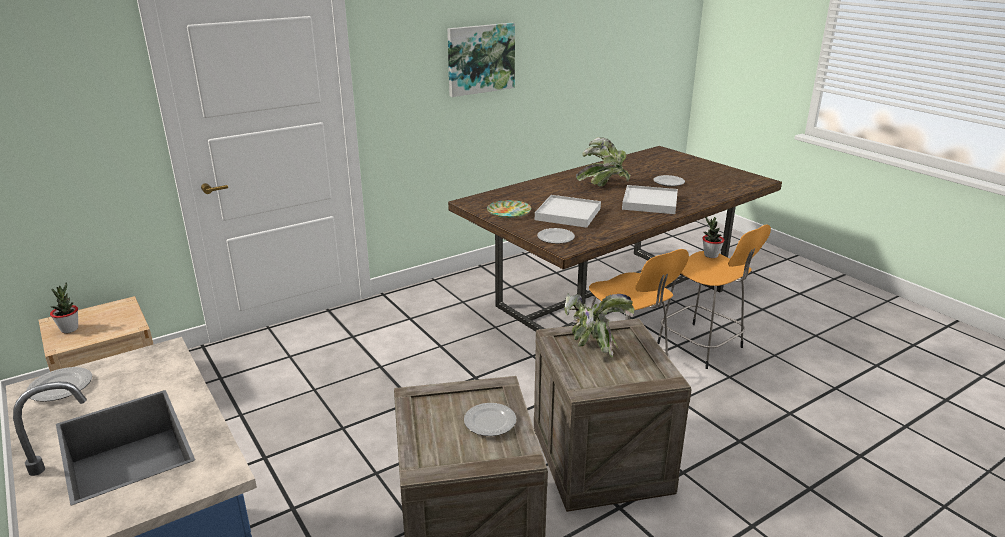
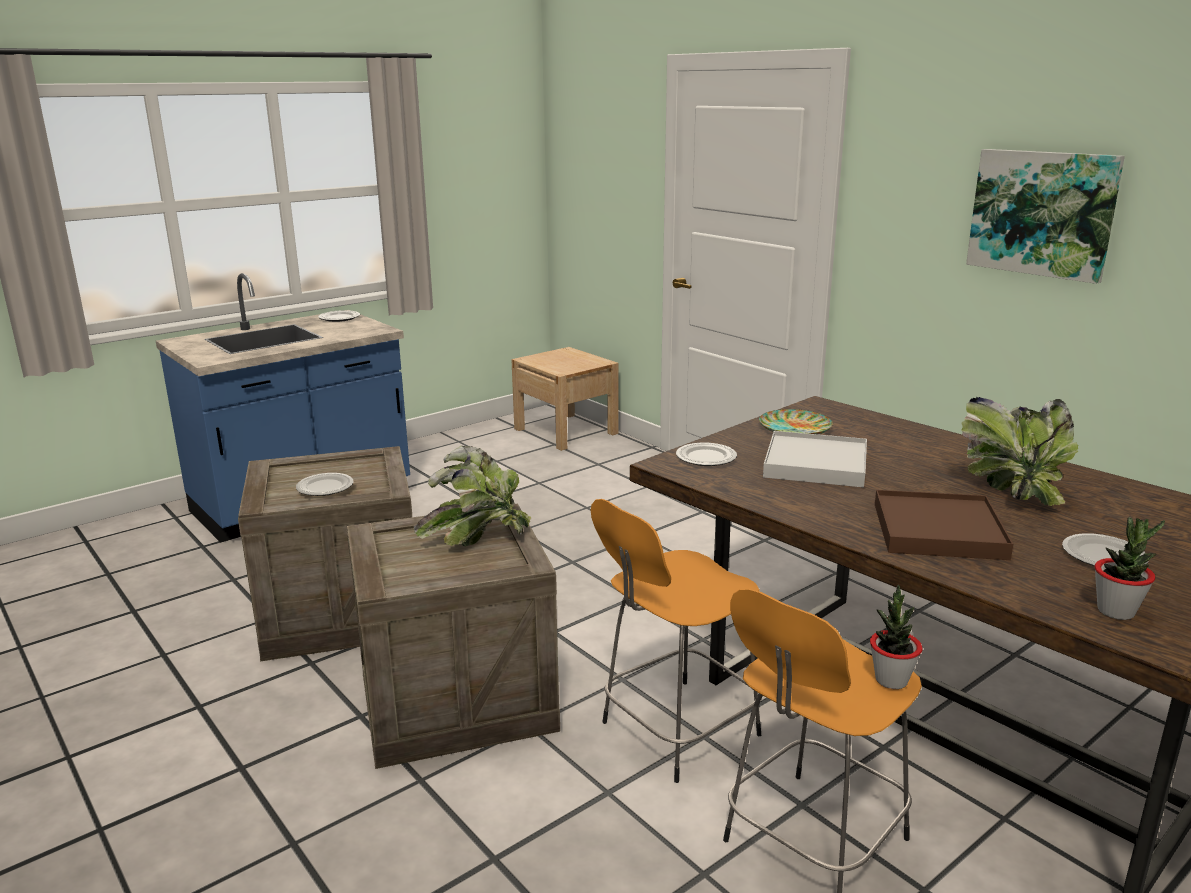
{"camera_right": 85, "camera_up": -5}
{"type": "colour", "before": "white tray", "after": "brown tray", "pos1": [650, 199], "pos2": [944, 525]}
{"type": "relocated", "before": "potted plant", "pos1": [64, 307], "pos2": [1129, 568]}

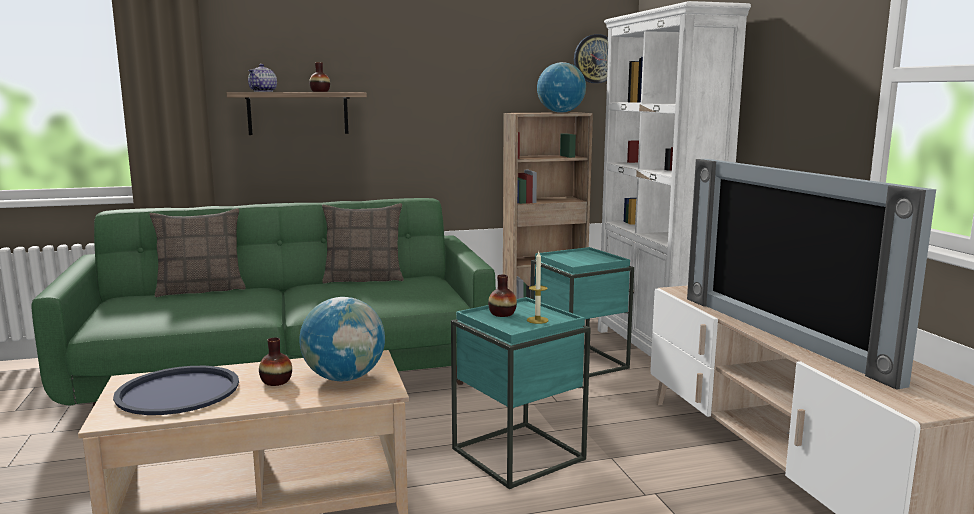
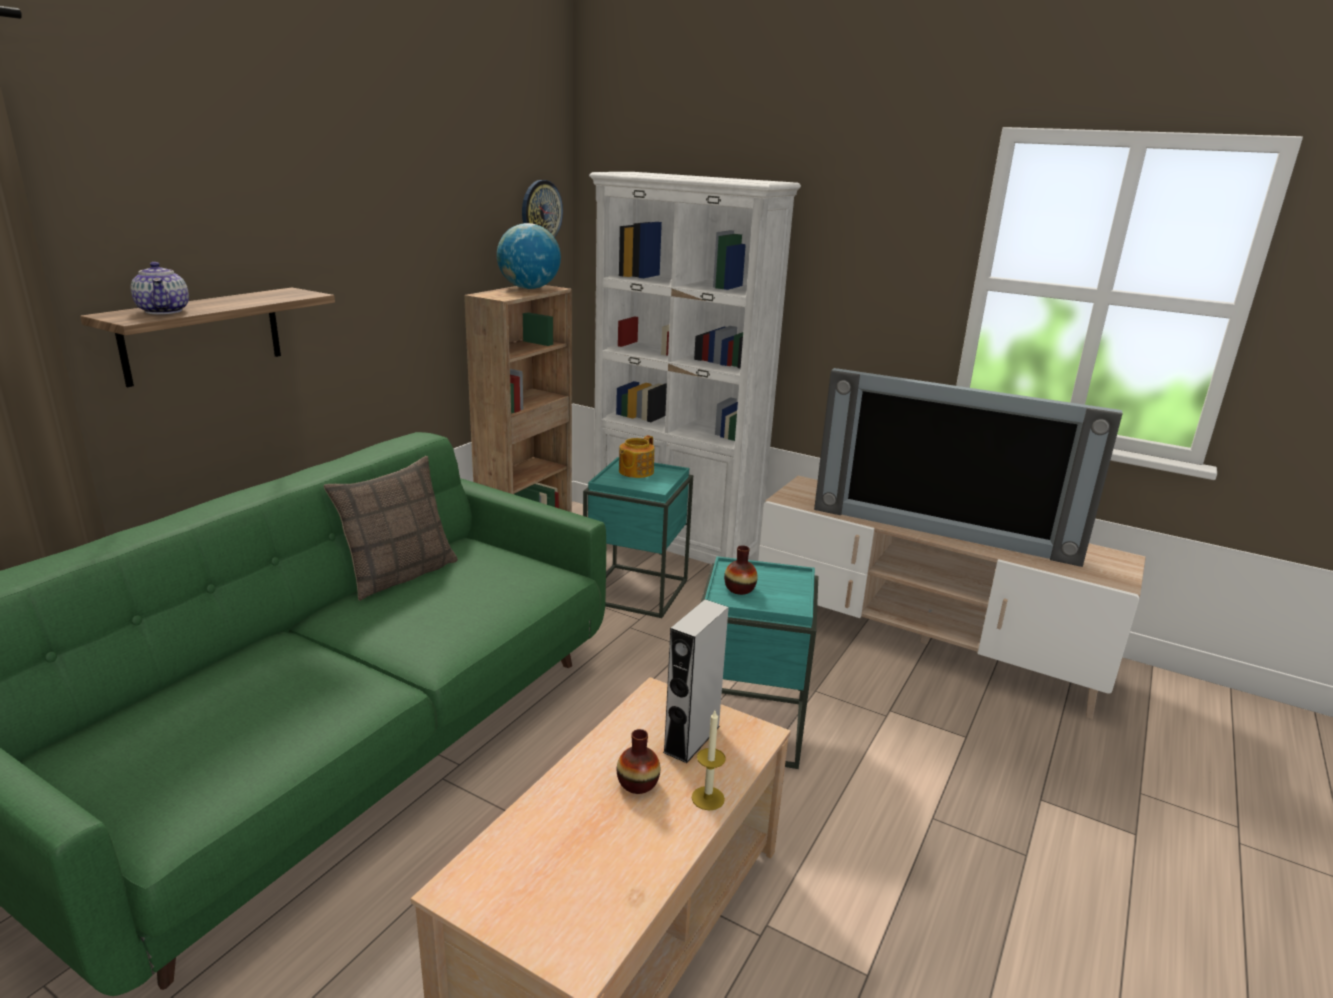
{"camera_right": -45, "camera_up": 10}
{"type": "appeared", "after": "teapot", "pos2": [636, 456]}
{"type": "exchanged", "before": "globe", "after": "grey speaker", "pos1": [342, 339], "pos2": [696, 681]}
{"type": "relocated", "before": "candle", "pos1": [538, 288], "pos2": [709, 760]}
{"type": "missing", "before": "blue tray", "pos1": [176, 390]}
{"type": "missing", "before": "pillow", "pos1": [197, 252]}
{"type": "missing", "before": "vase", "pos1": [319, 77]}

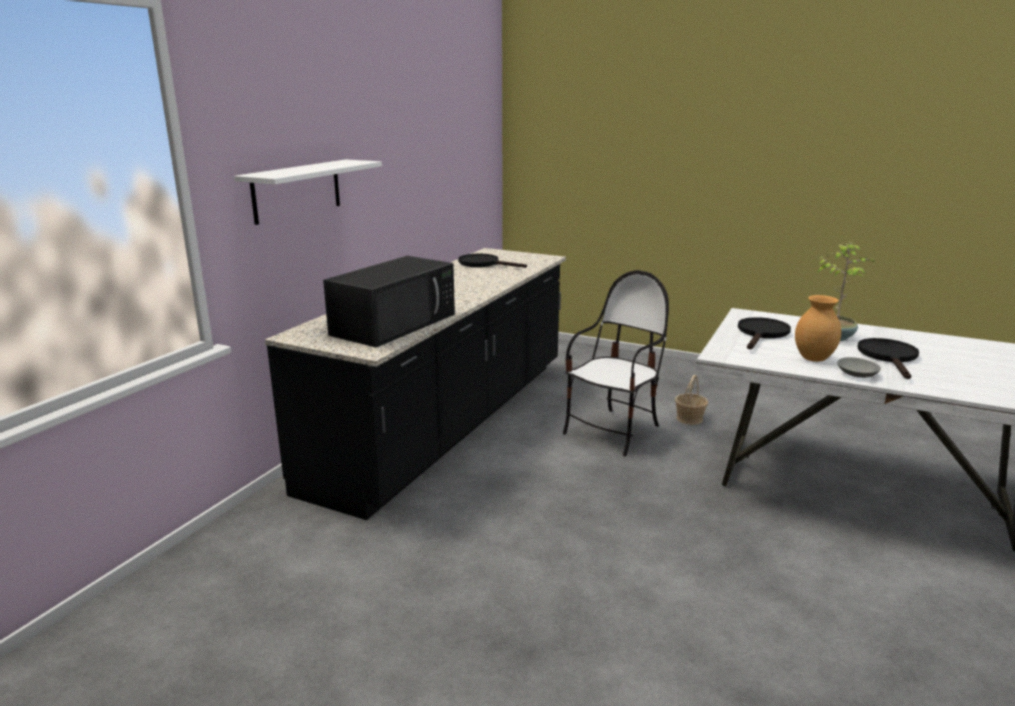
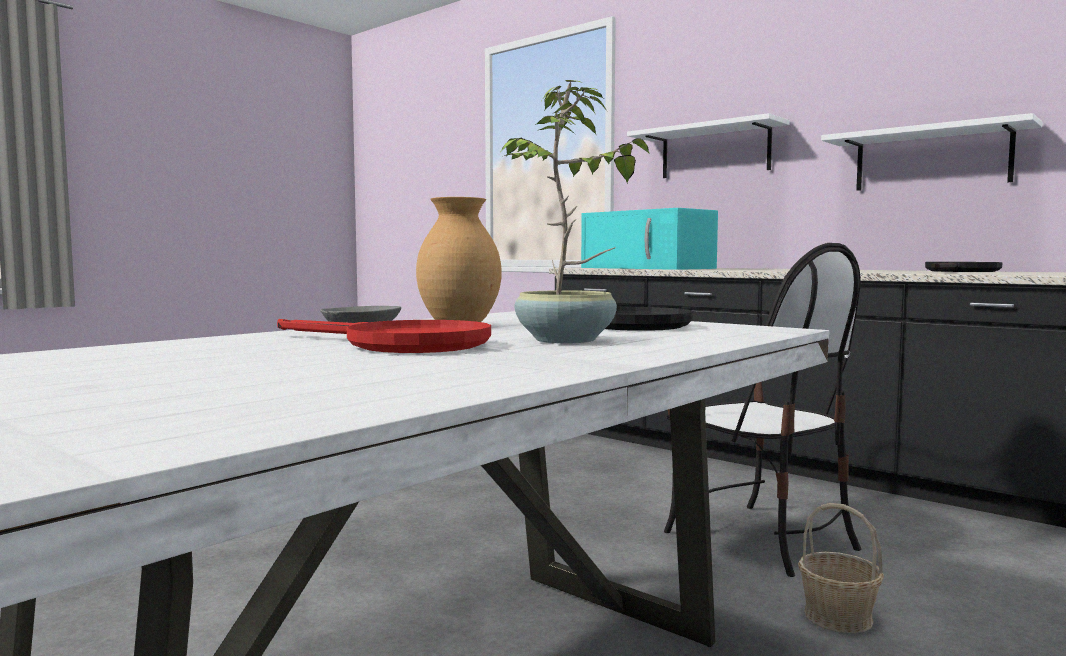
{"camera_right": 105, "camera_up": -15}
{"type": "colour", "before": "black frying pan", "after": "red frying pan", "pos1": [888, 358], "pos2": [384, 336]}
{"type": "colour", "before": "black microwave", "after": "turquoise microwave", "pos1": [389, 301], "pos2": [649, 239]}
{"type": "appeared", "after": "white shelf", "pos2": [932, 152]}

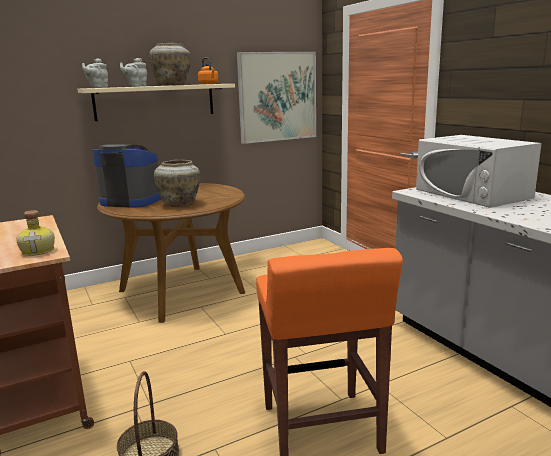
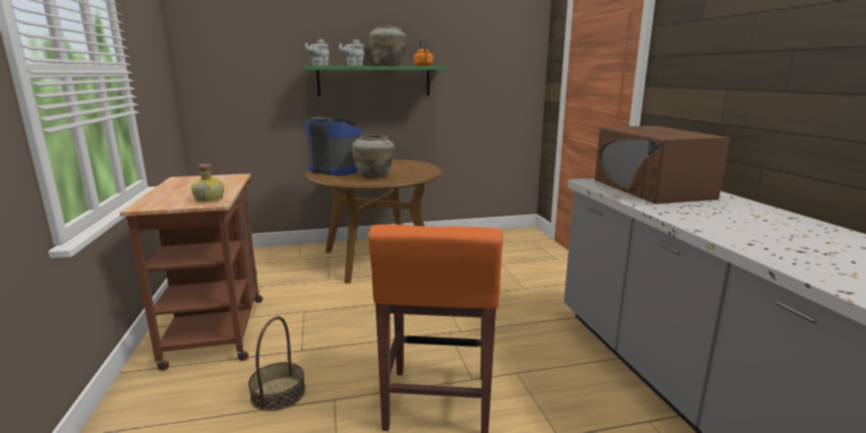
{"camera_right": 15, "camera_up": 0}
{"type": "colour", "before": "beige shelf", "after": "green shelf", "pos1": [156, 102], "pos2": [375, 81]}
{"type": "colour", "before": "white microwave", "after": "brown microwave", "pos1": [479, 171], "pos2": [662, 165]}
{"type": "missing", "before": "picture", "pos1": [276, 98]}

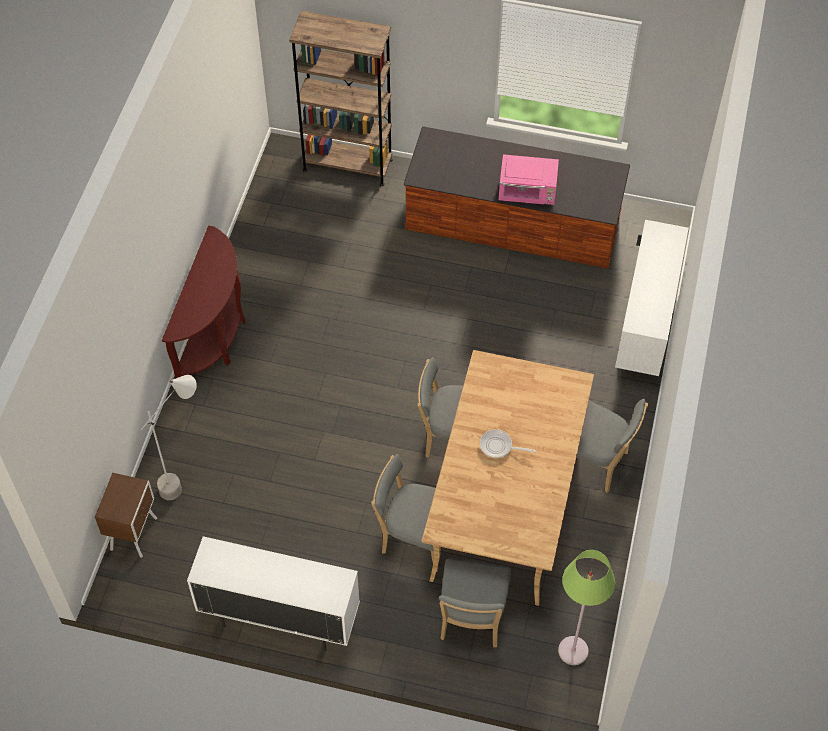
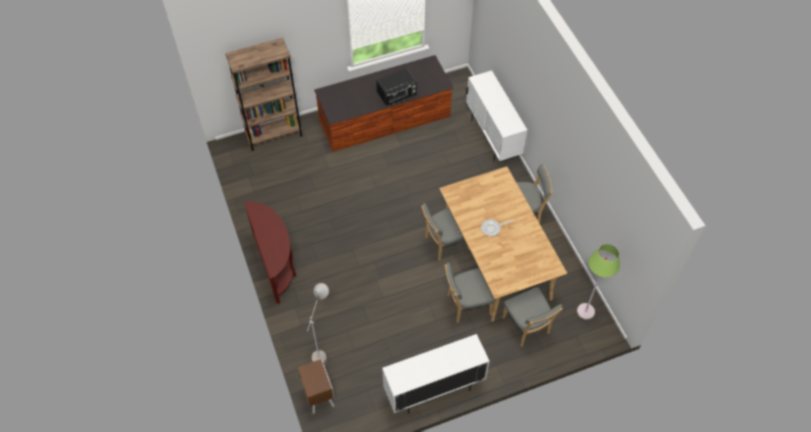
{"camera_right": -35, "camera_up": 0}
{"type": "colour", "before": "pink microwave", "after": "black microwave", "pos1": [529, 179], "pos2": [396, 87]}

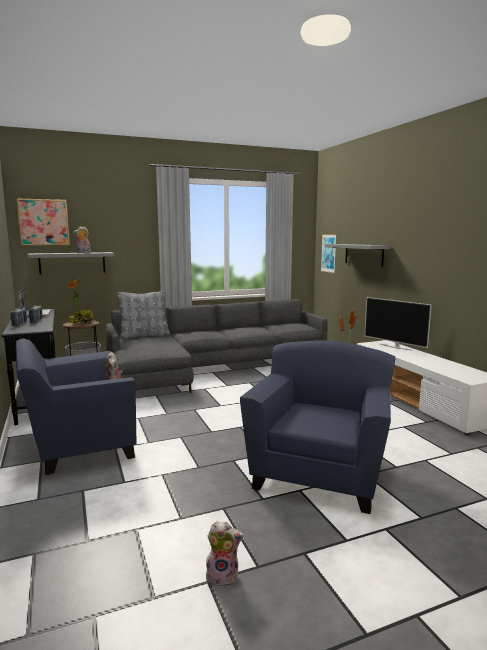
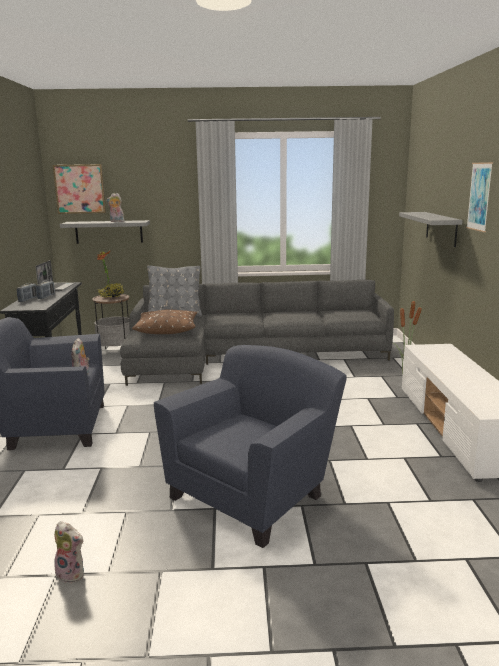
{"camera_right": 20, "camera_up": 5}
{"type": "appeared", "after": "brown pillow", "pos2": [164, 321]}
{"type": "relocated", "before": "picture", "pos1": [328, 253], "pos2": [479, 197]}
{"type": "missing", "before": "television", "pos1": [398, 324]}

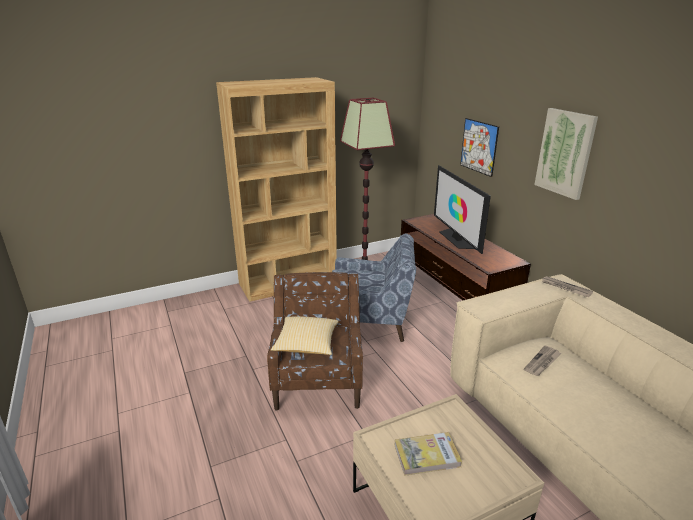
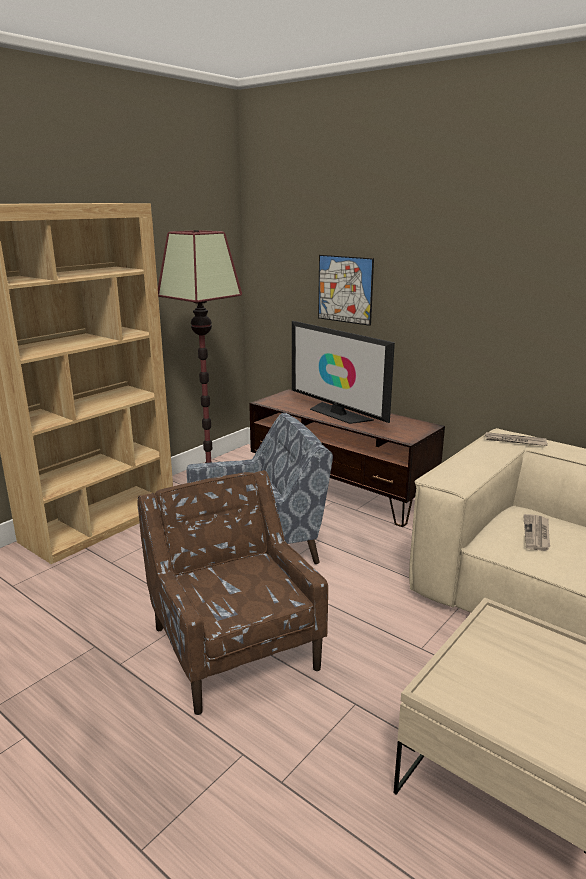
{"camera_right": -25, "camera_up": -5}
{"type": "missing", "before": "pillow", "pos1": [305, 335]}
{"type": "missing", "before": "book", "pos1": [428, 454]}
{"type": "missing", "before": "picture", "pos1": [566, 154]}

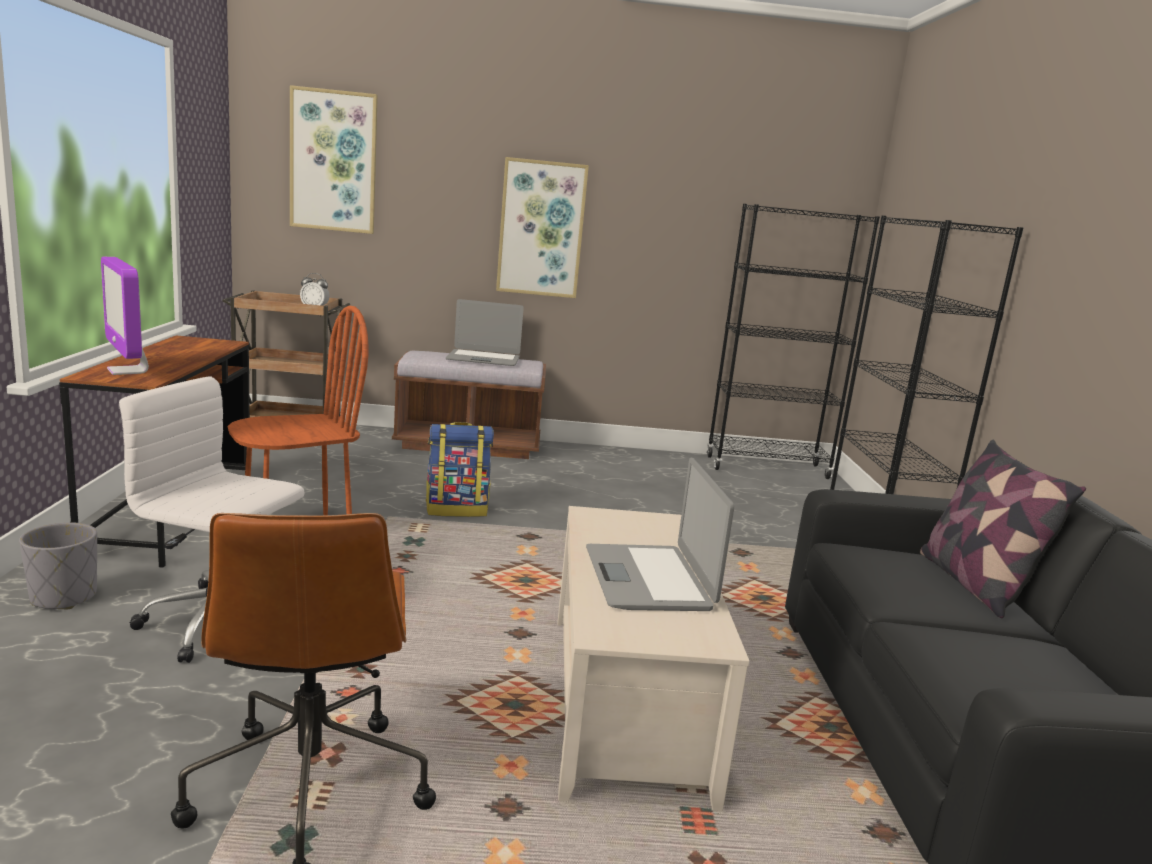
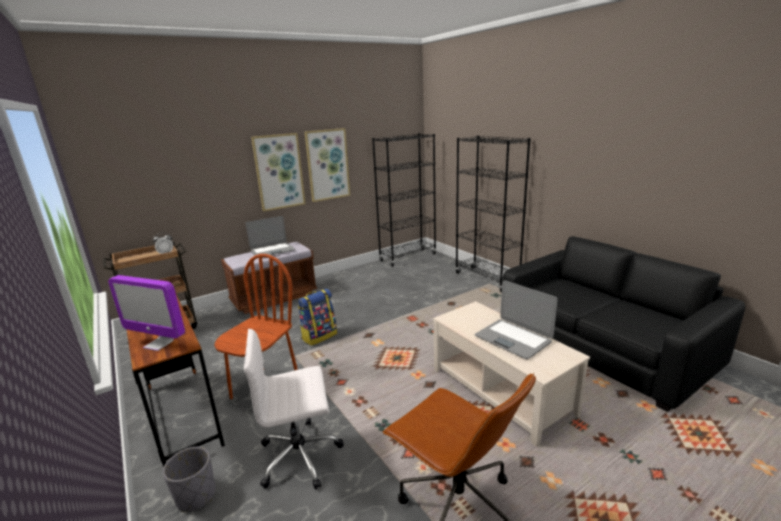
{"camera_right": -30, "camera_up": 5}
{"type": "relocated", "before": "picture", "pos1": [334, 159], "pos2": [327, 165]}
{"type": "missing", "before": "pillow", "pos1": [1003, 529]}

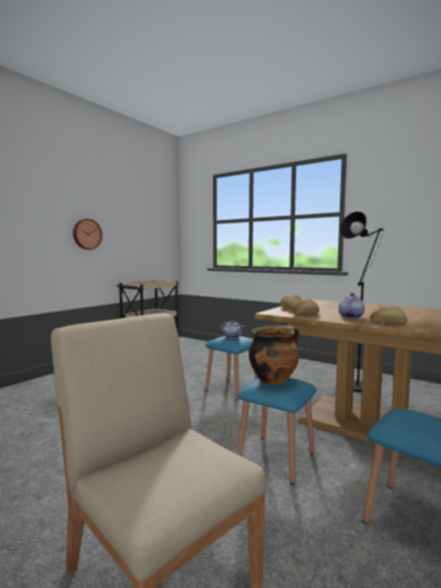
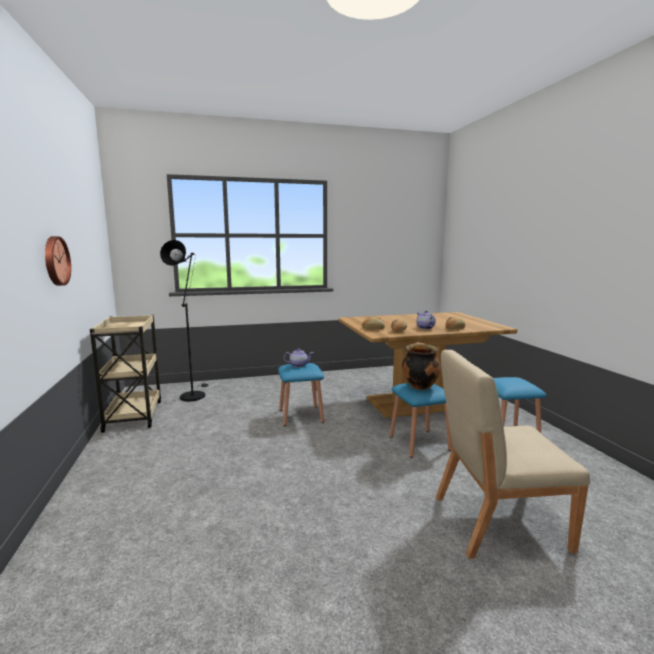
{"camera_right": -50, "camera_up": 5}
{"type": "relocated", "before": "black floor lamp", "pos1": [362, 301], "pos2": [184, 320]}

